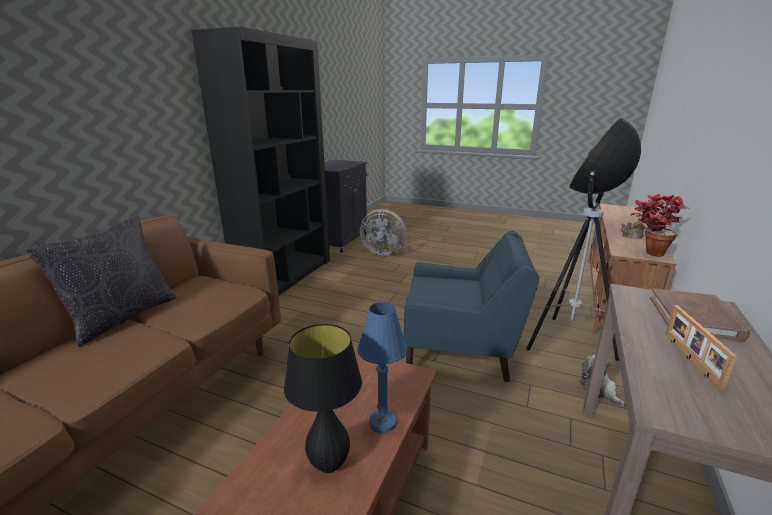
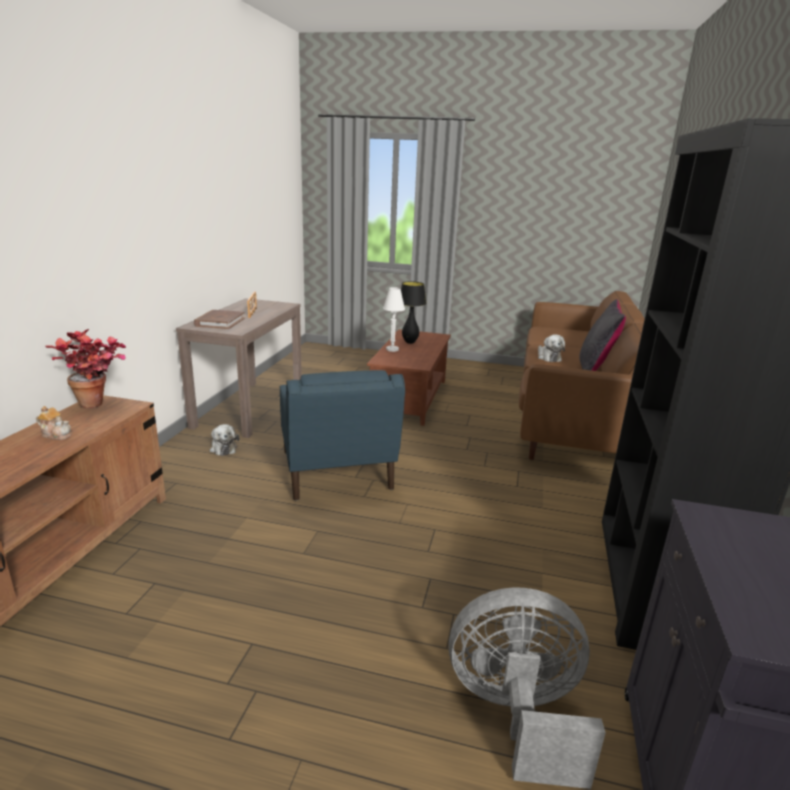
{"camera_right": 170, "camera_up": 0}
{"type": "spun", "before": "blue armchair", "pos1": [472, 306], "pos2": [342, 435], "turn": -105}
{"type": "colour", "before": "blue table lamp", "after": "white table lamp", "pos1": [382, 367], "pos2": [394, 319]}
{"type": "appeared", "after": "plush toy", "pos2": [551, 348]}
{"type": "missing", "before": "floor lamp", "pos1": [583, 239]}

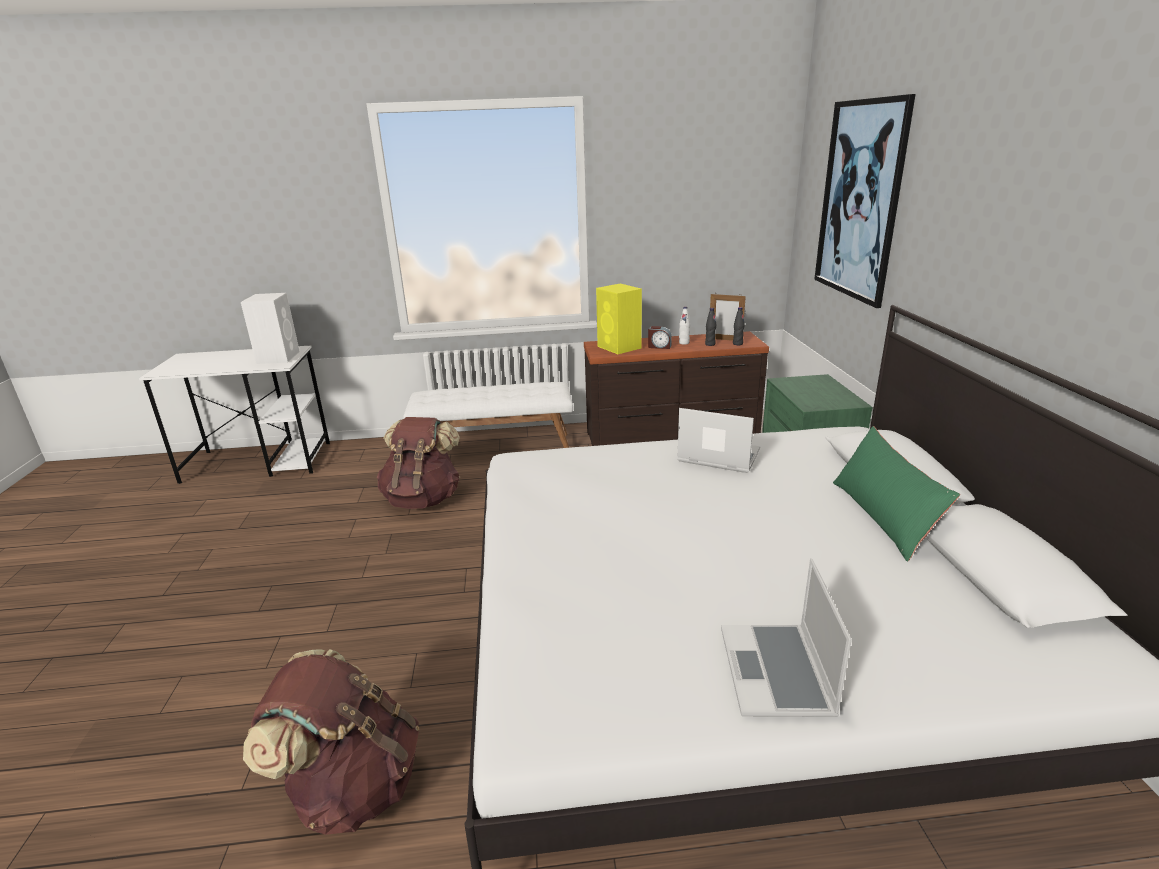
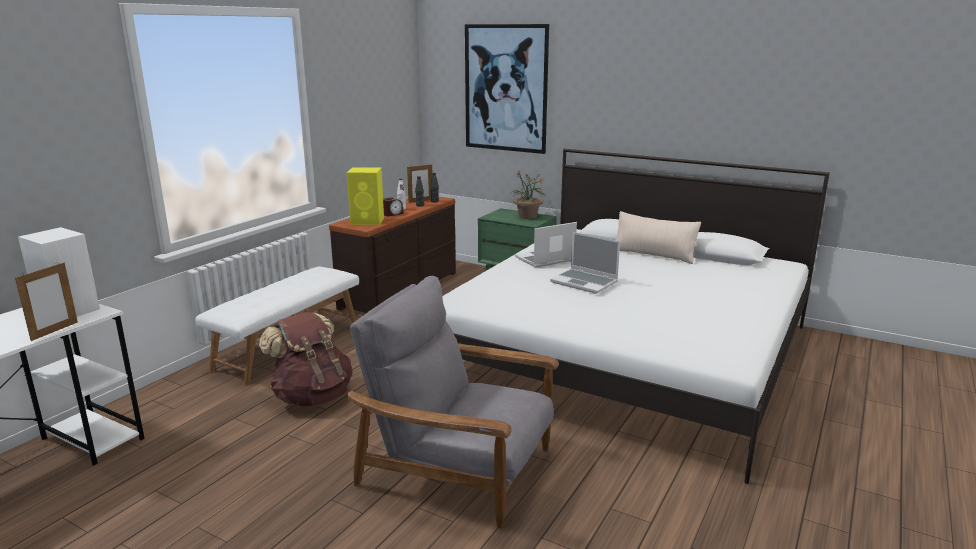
{"camera_right": -55, "camera_up": -5}
{"type": "appeared", "after": "picture frame", "pos2": [46, 301]}
{"type": "appeared", "after": "grey armchair", "pos2": [453, 402]}
{"type": "appeared", "after": "potted plant", "pos2": [528, 195]}
{"type": "relocated", "before": "laptop", "pos1": [786, 637], "pos2": [585, 263]}
{"type": "colour", "before": "green pillow", "after": "beige pillow", "pos1": [896, 494], "pos2": [658, 237]}
{"type": "missing", "before": "brown backpack", "pos1": [331, 742]}

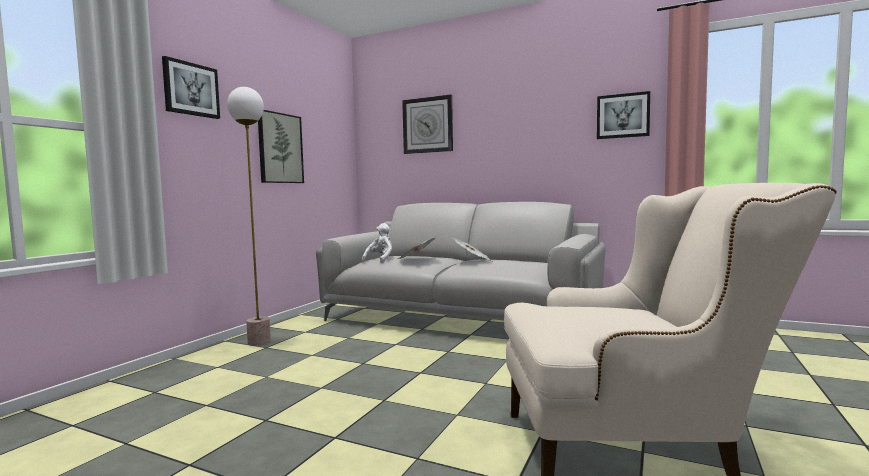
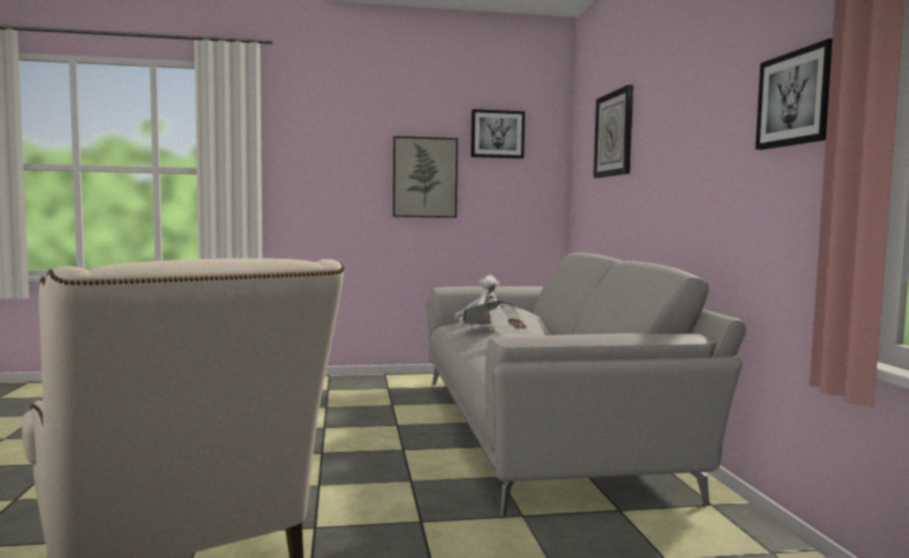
{"camera_right": 55, "camera_up": 0}
{"type": "relocated", "before": "picture", "pos1": [191, 87], "pos2": [498, 134]}
{"type": "missing", "before": "floor lamp", "pos1": [249, 216]}

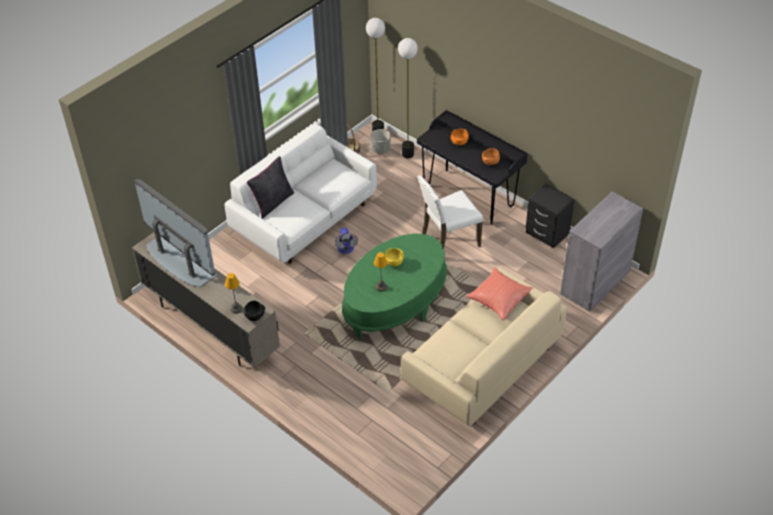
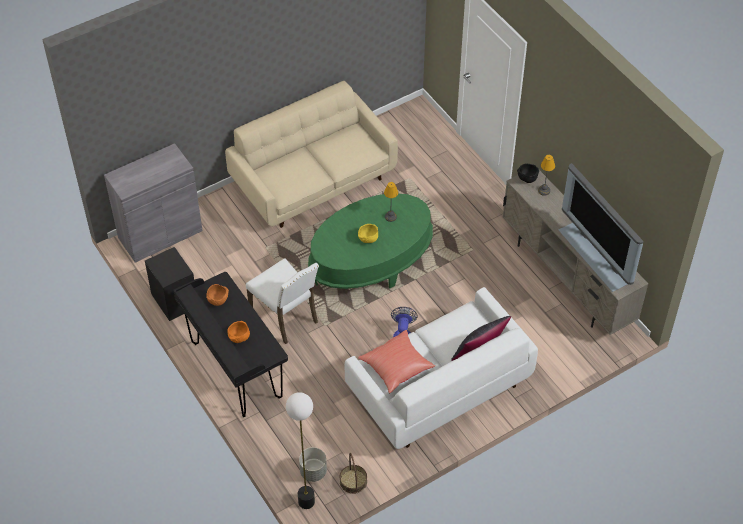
{"camera_right": -165, "camera_up": 5}
{"type": "spun", "before": "white chair", "pos1": [450, 211], "pos2": [282, 301], "turn": 60}
{"type": "relocated", "before": "red pillow", "pos1": [499, 293], "pos2": [396, 362]}
{"type": "missing", "before": "floor lamp", "pos1": [408, 98]}

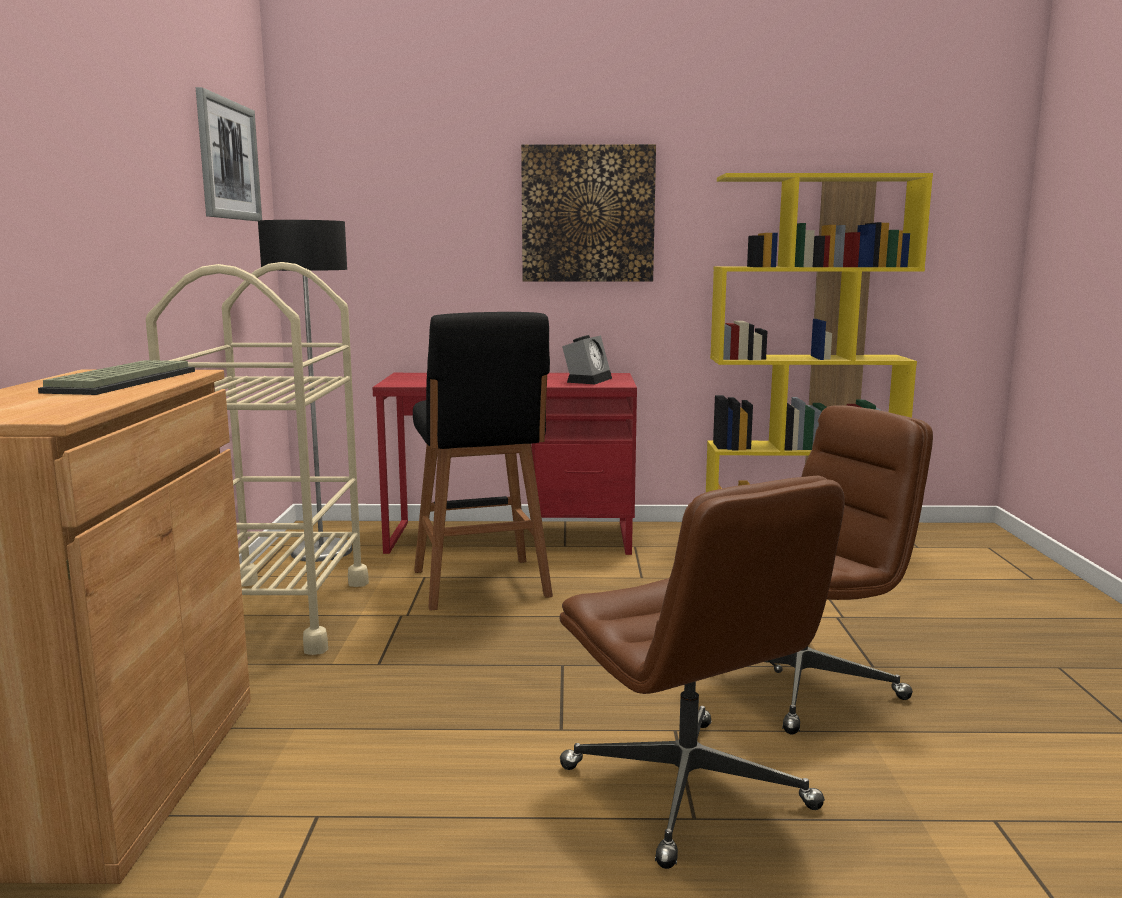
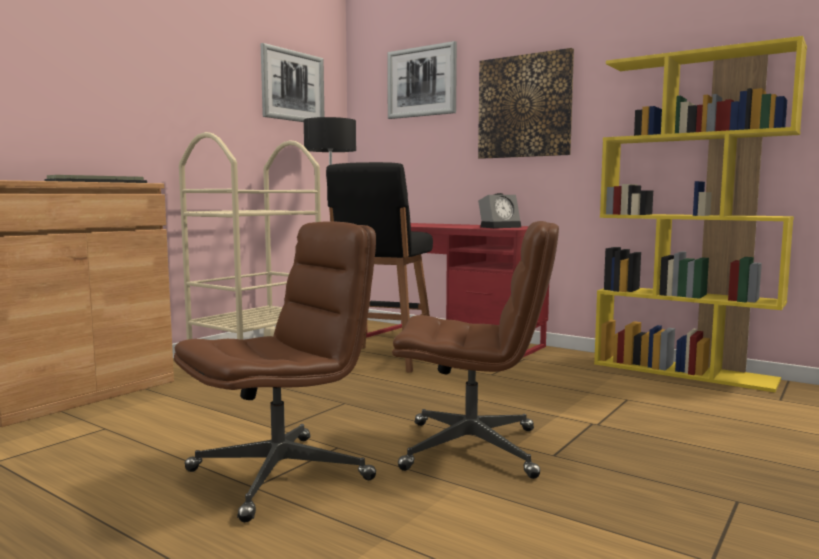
{"camera_right": 35, "camera_up": -5}
{"type": "spun", "before": "brown office chair", "pos1": [702, 672], "pos2": [275, 371], "turn": -135}
{"type": "appeared", "after": "picture", "pos2": [422, 80]}

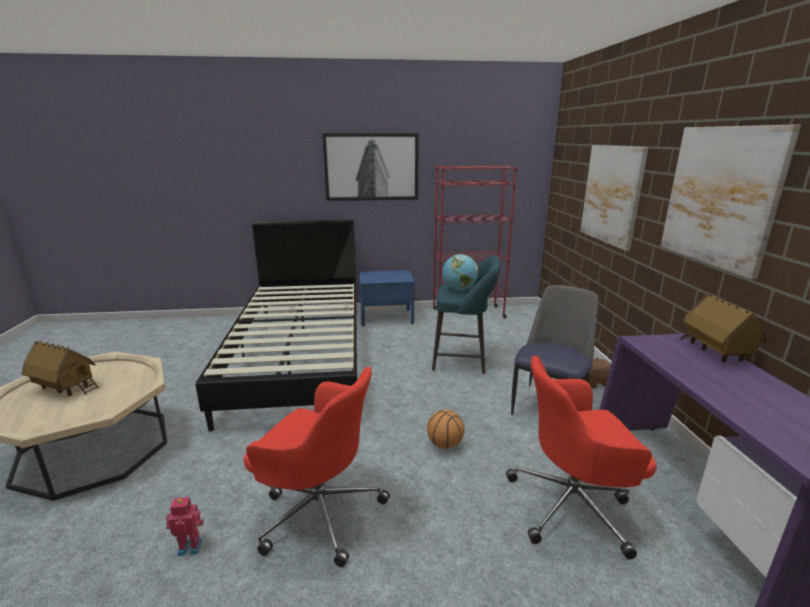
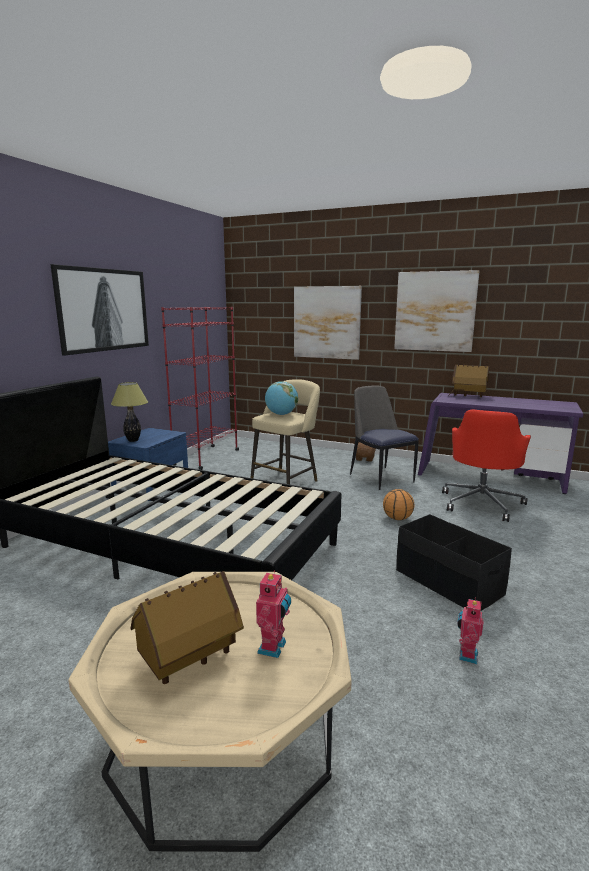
{"camera_right": -60, "camera_up": -5}
{"type": "appeared", "after": "table lamp", "pos2": [129, 412]}
{"type": "colour", "before": "turquoise stool", "after": "beige stool", "pos1": [466, 315], "pos2": [285, 431]}
{"type": "appeared", "after": "toy robot", "pos2": [273, 614]}
{"type": "exchanged", "before": "red office chair", "after": "black storage box", "pos1": [317, 467], "pos2": [454, 562]}

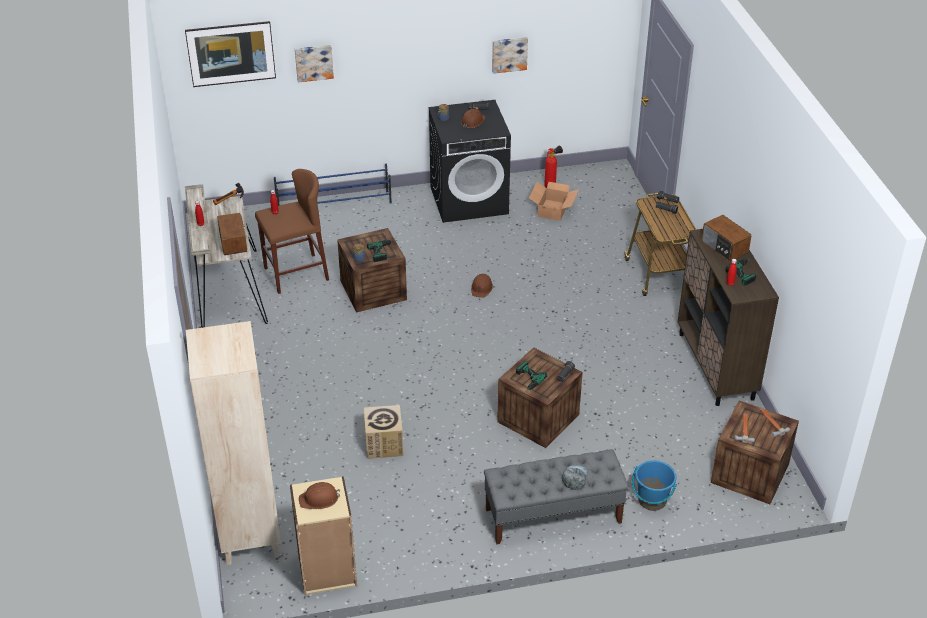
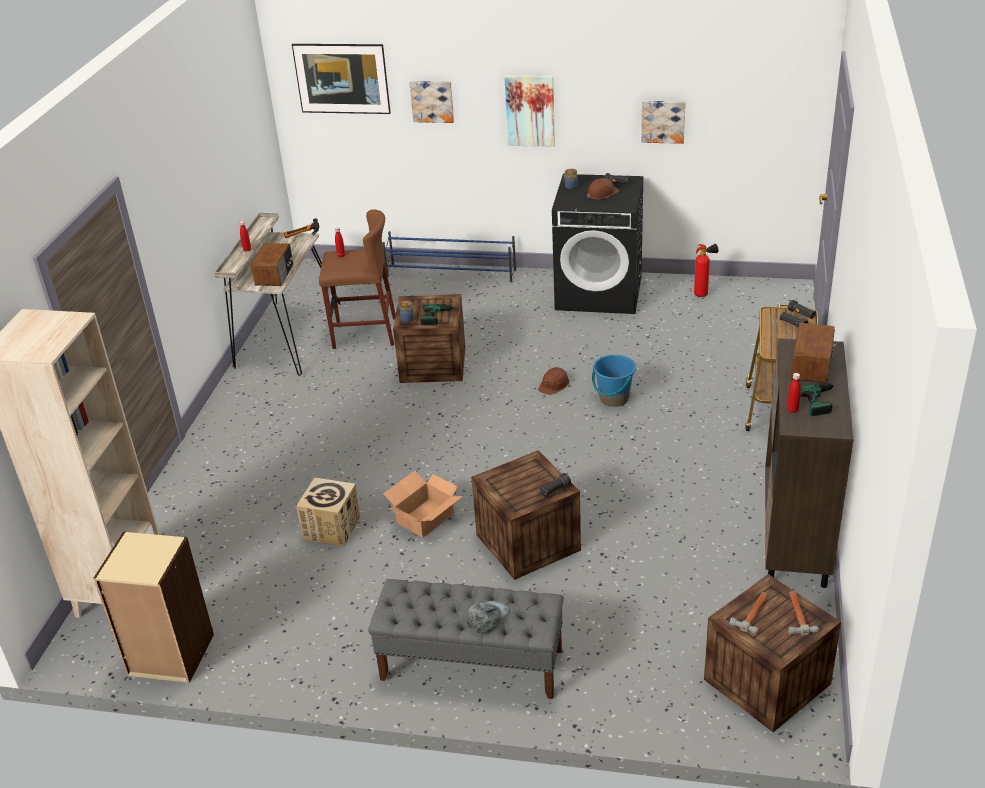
{"camera_right": 25, "camera_up": -5}
{"type": "relocated", "before": "cardboard box", "pos1": [554, 201], "pos2": [423, 504]}
{"type": "appeared", "after": "picture", "pos2": [529, 111]}
{"type": "relocated", "before": "blue bucket", "pos1": [654, 485], "pos2": [614, 381]}
{"type": "spun", "before": "radio", "pos1": [726, 238], "pos2": [813, 352], "turn": -150}
{"type": "missing", "before": "brown hard hat", "pos1": [319, 495]}
{"type": "missing", "before": "power drill", "pos1": [531, 376]}

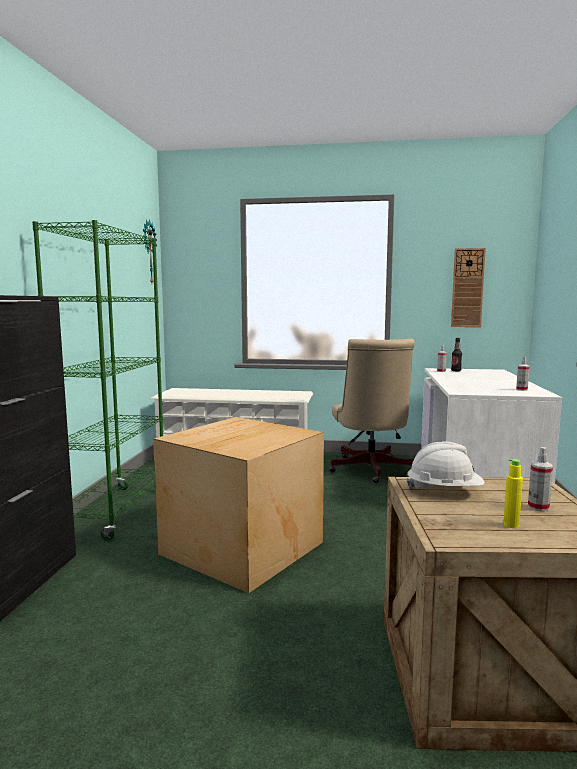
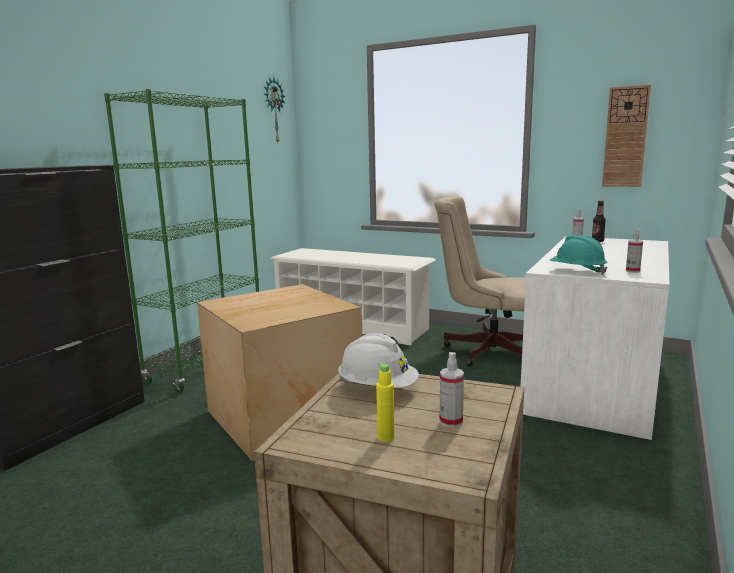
{"camera_right": 20, "camera_up": 5}
{"type": "spun", "before": "beige office chair", "pos1": [372, 411], "pos2": [480, 281], "turn": 90}
{"type": "appeared", "after": "turquoise hard hat", "pos2": [578, 255]}

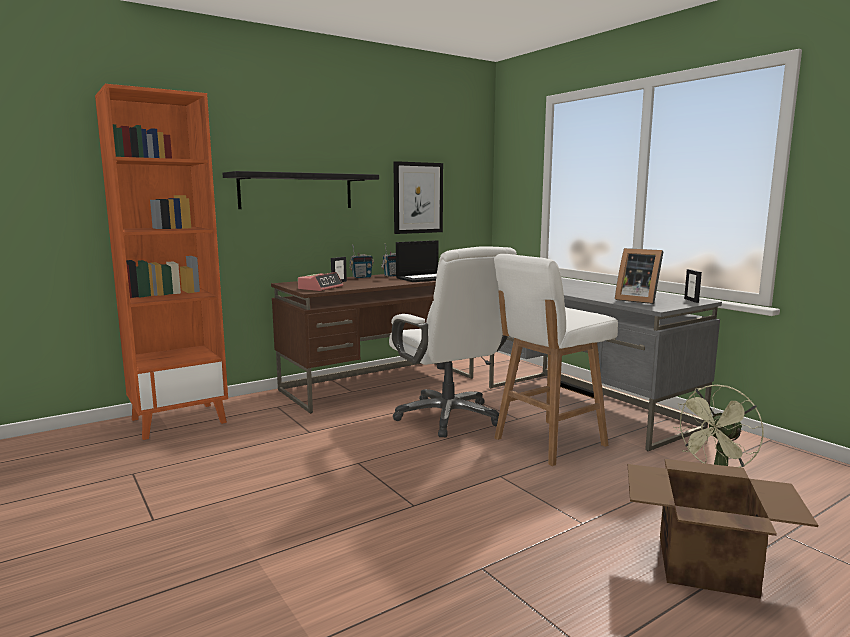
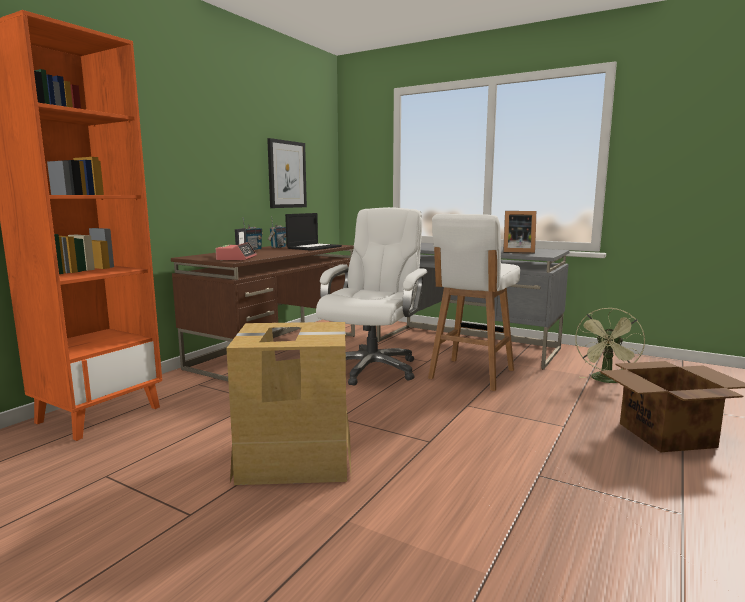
{"camera_right": -25, "camera_up": 0}
{"type": "appeared", "after": "cardboard box", "pos2": [288, 403]}
{"type": "spun", "before": "white office chair", "pos1": [453, 342], "pos2": [372, 296], "turn": -105}
{"type": "missing", "before": "black shelf", "pos1": [301, 190]}
{"type": "missing", "before": "picture frame", "pos1": [693, 286]}

